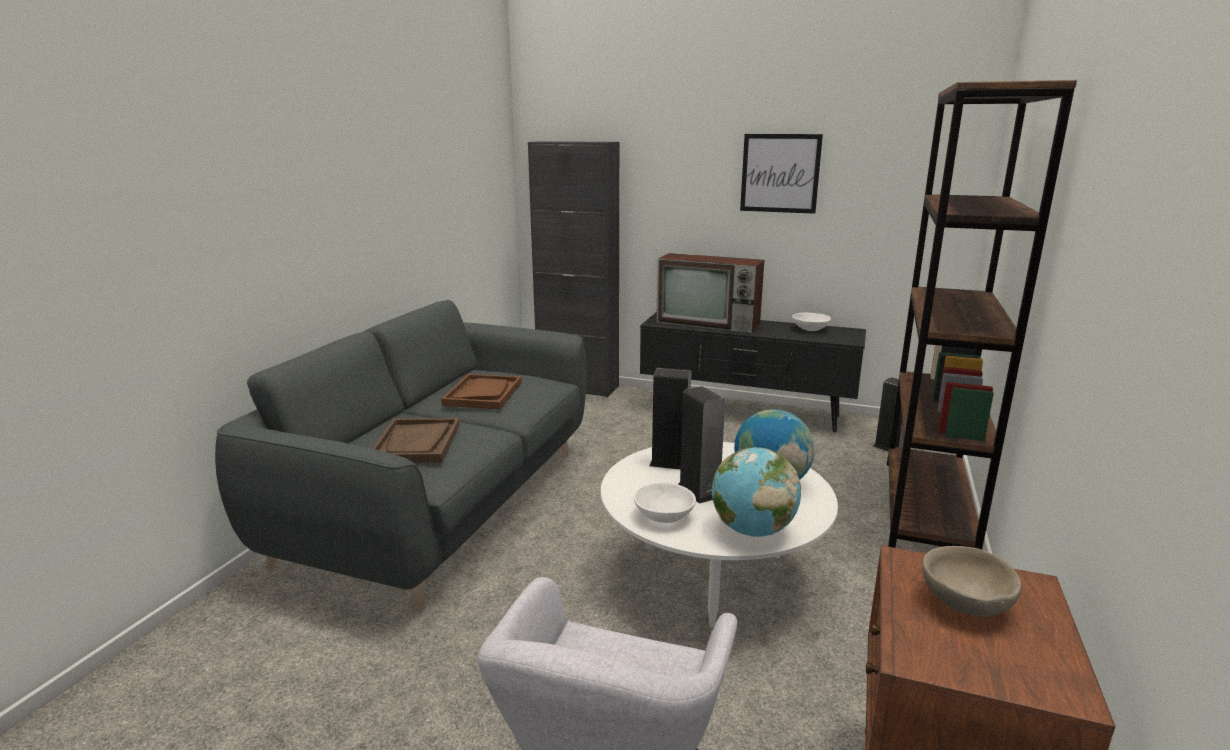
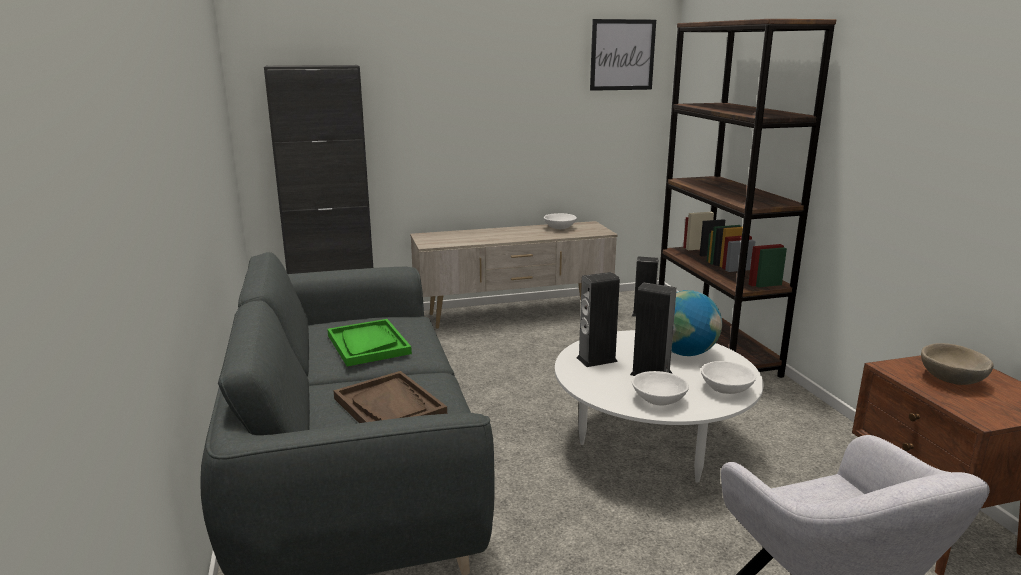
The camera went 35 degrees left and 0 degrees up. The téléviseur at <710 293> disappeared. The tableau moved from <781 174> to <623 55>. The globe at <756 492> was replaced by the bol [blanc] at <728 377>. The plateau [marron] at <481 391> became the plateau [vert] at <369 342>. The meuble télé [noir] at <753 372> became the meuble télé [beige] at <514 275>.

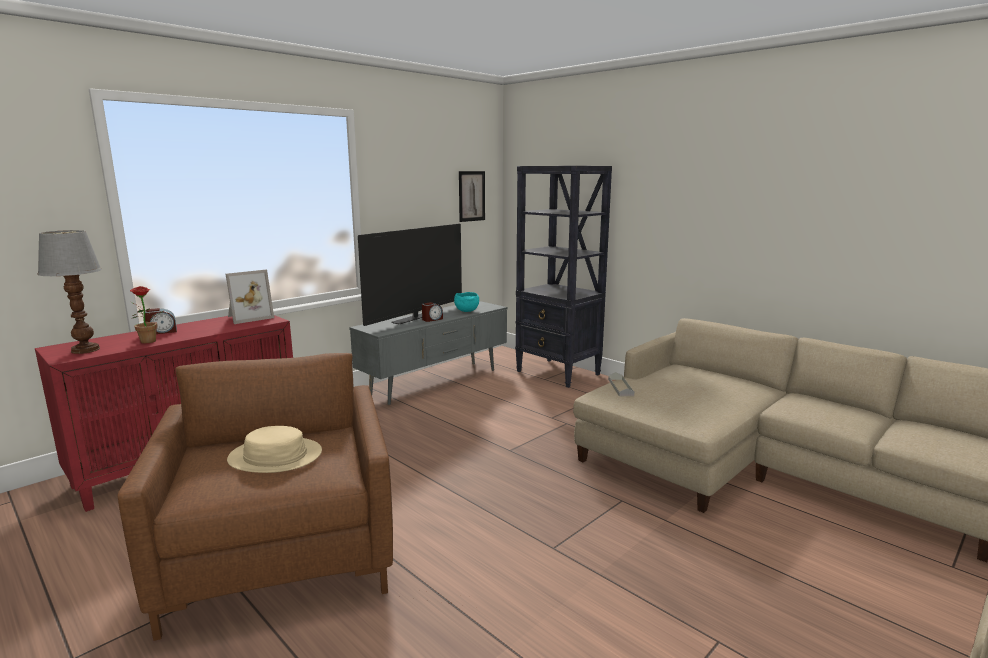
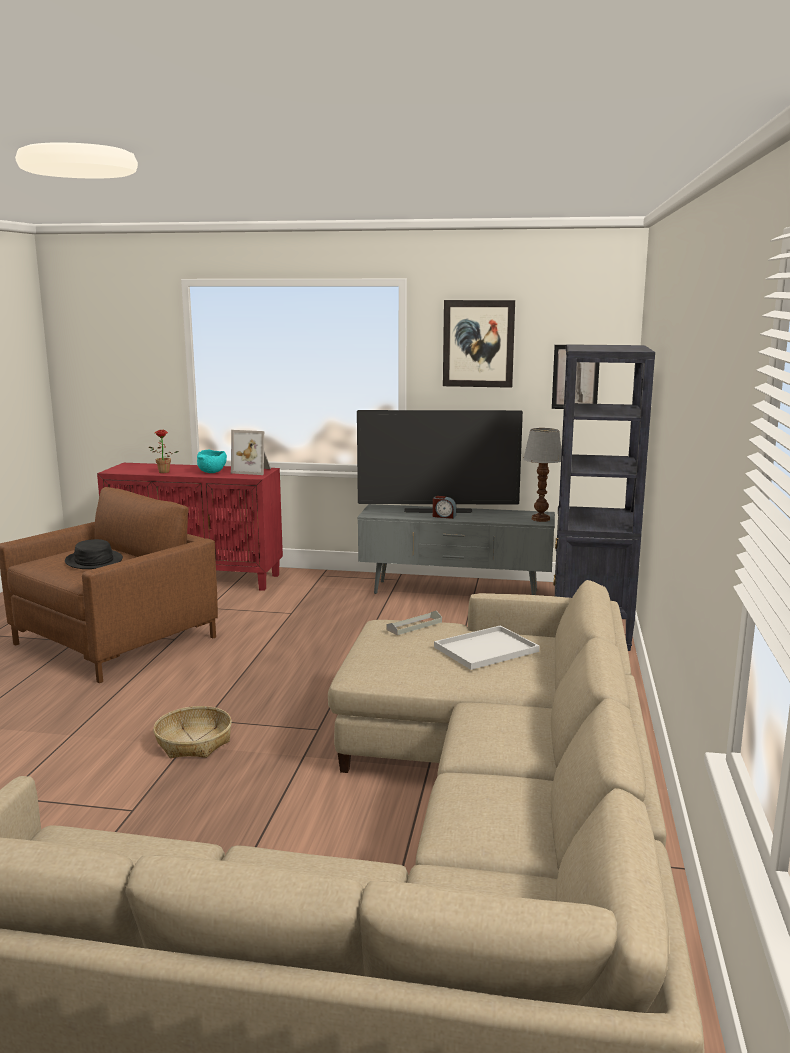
The camera went 55 degrees right and 0 degrees up. The réveil at <161 321> disappeared. The panier at <192 732> appeared. The plateau [blanc] at <487 648> appeared. The tableau at <479 344> appeared. The lampe de table moved from <69 292> to <542 475>. The bol [turquoise] moved from <466 302> to <212 461>. The chapeau [beige] at <274 449> became the chapeau [noir] at <94 554>.

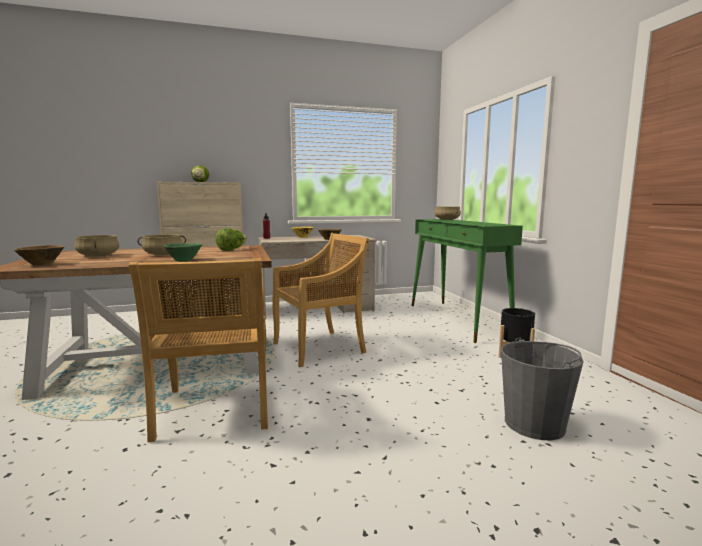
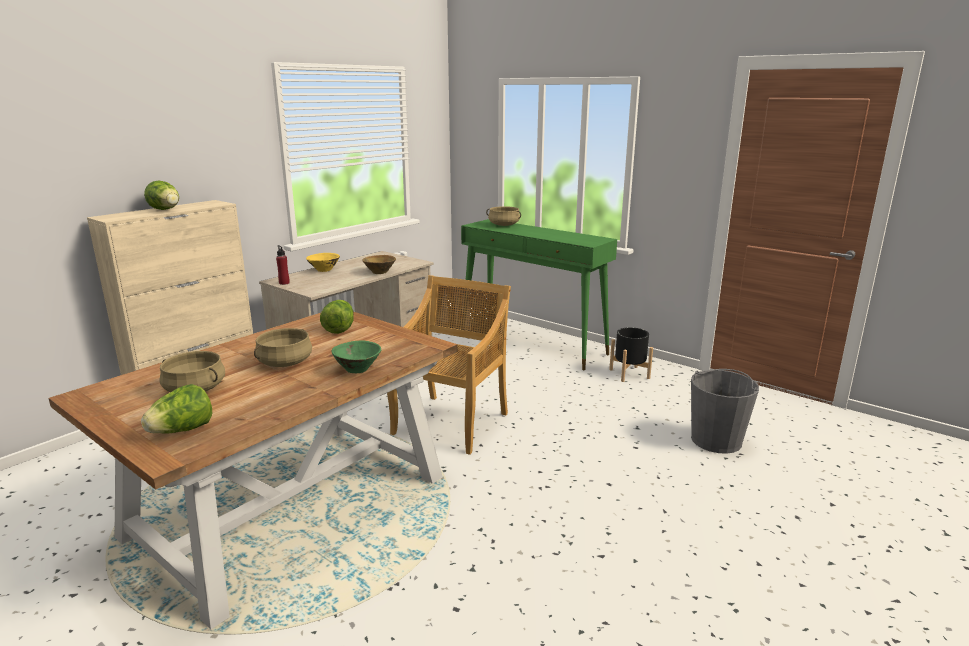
The camera went 35 degrees left and 10 degrees up. The chaise [beige] at <198 350> disappeared. The bol [marron] at <39 255> was replaced by the laitue at <176 409>.

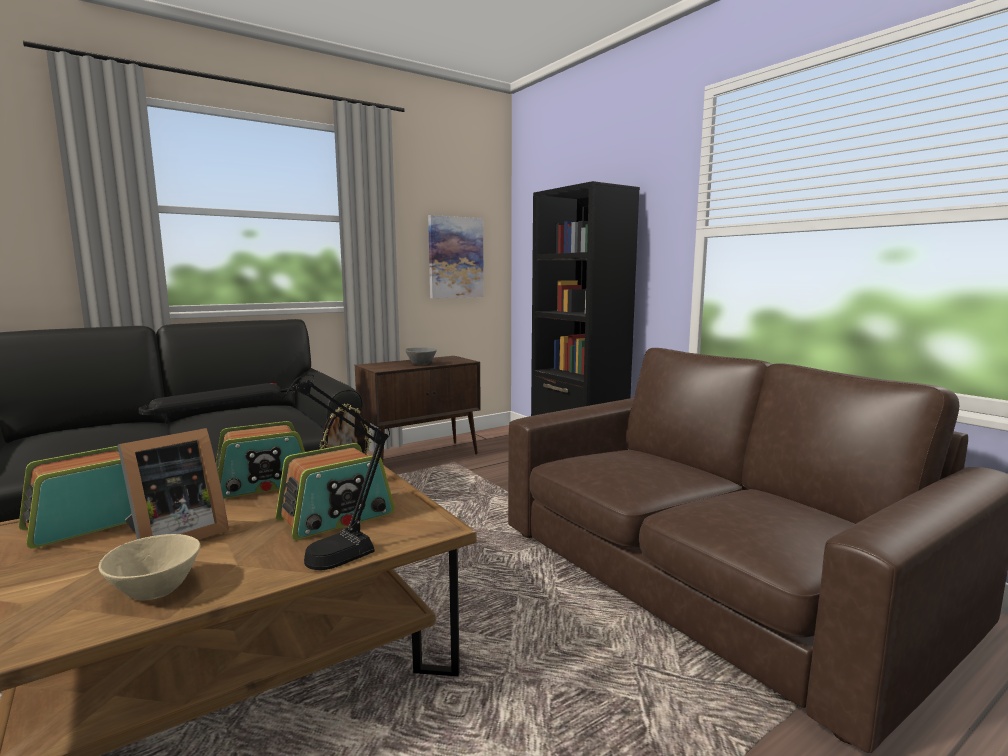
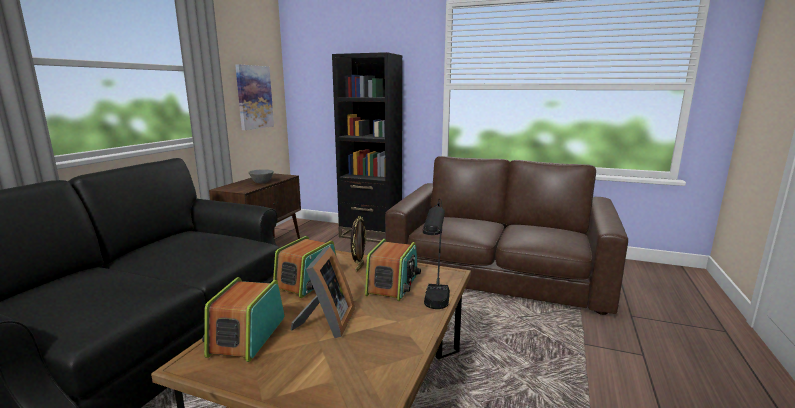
The camera went 35 degrees left and 5 degrees up. The bol [beige] at <149 567> disappeared.

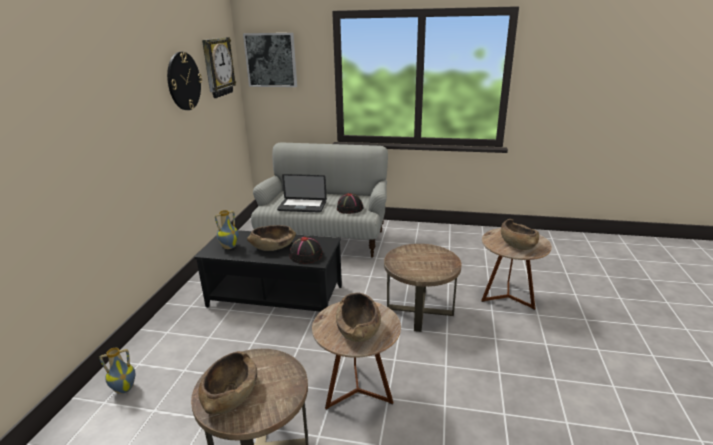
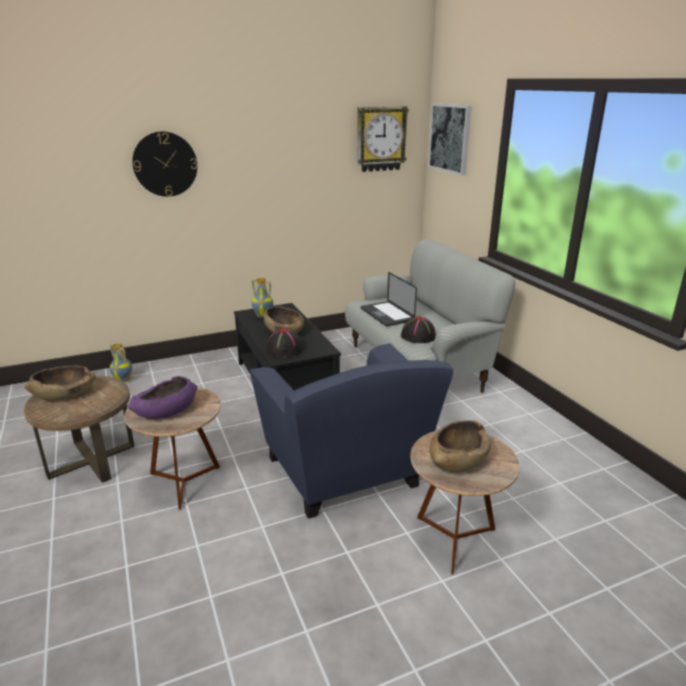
The camera went 55 degrees right and 0 degrees up. The horloge murale moved from <184 81> to <164 164>. The table d'appoint [marron] at <422 288> was replaced by the fauteuil [bleu] at <351 431>. The bol [marron] at <358 317> became the bol [violet] at <162 397>.

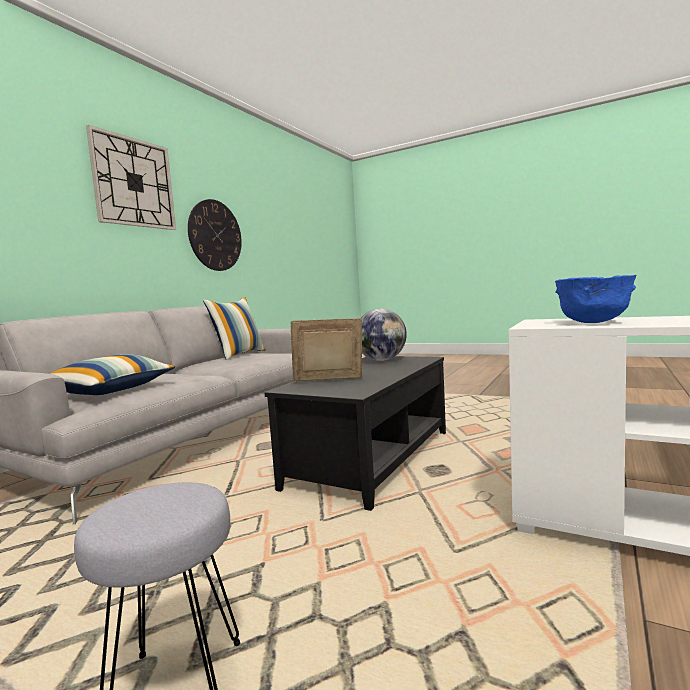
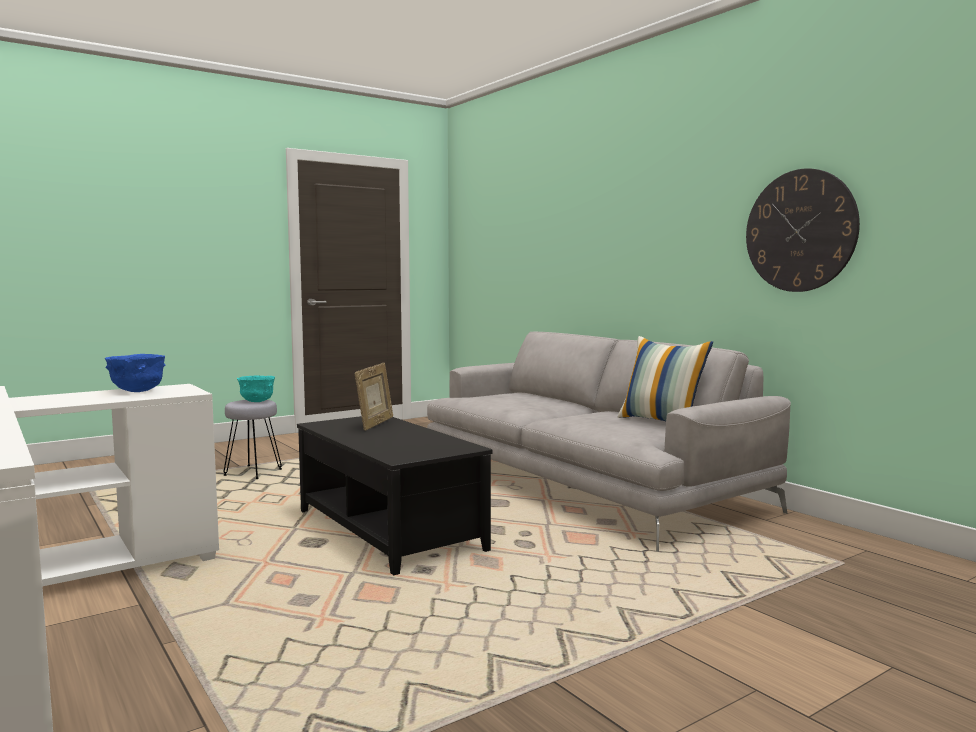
The camera went 115 degrees right and 0 degrees up. The coussin at <112 375> disappeared. The horloge murale at <131 177> disappeared. The globe at <383 334> disappeared. The bol [turquoise] at <256 389> appeared.

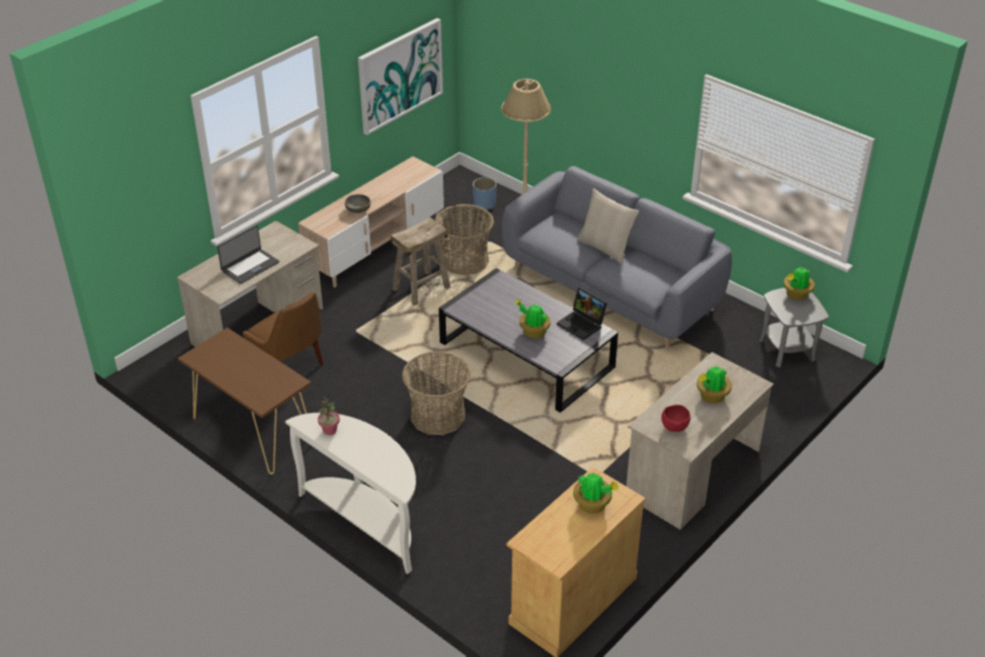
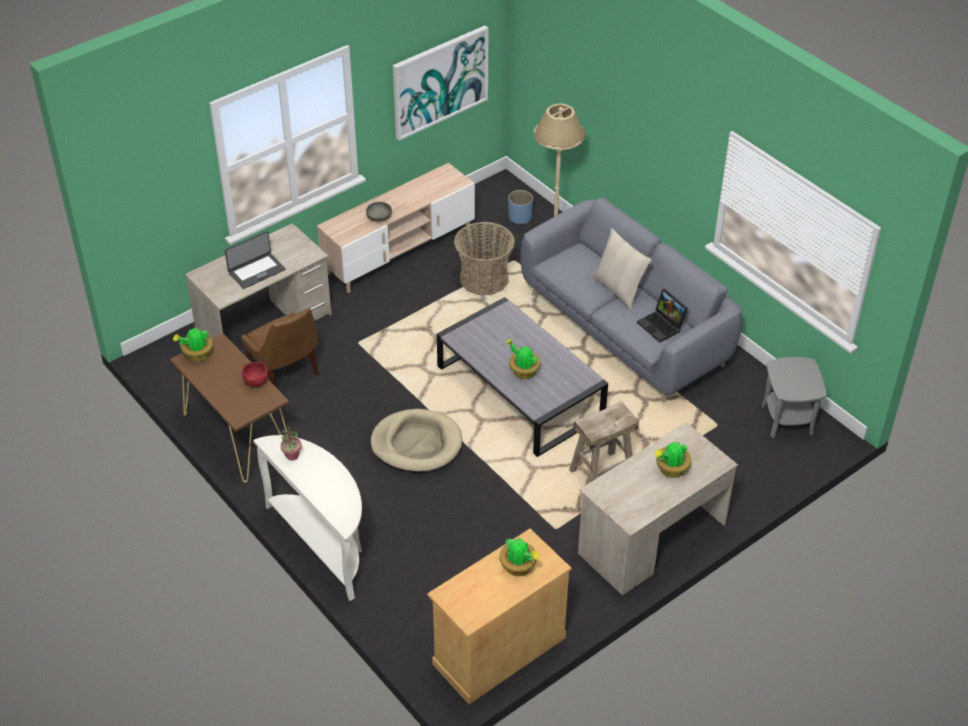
The camera went 10 degrees right and 5 degrees up. The tabouret [beige] moved from <420 261> to <604 442>. The ordinateur portable moved from <582 313> to <662 315>. The bol [rouge] moved from <675 418> to <255 374>. The plante en pot moved from <799 283> to <193 344>. The panier at <436 393> was replaced by the panier pour chien [beige] at <416 441>.

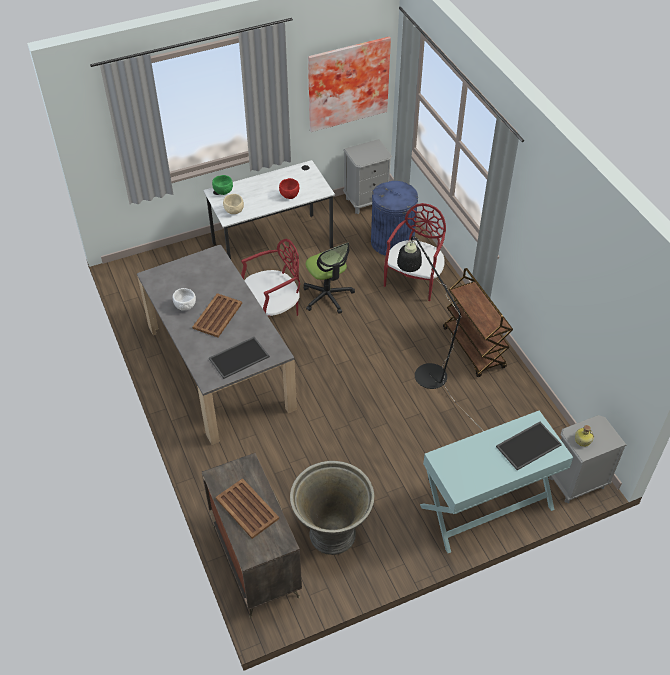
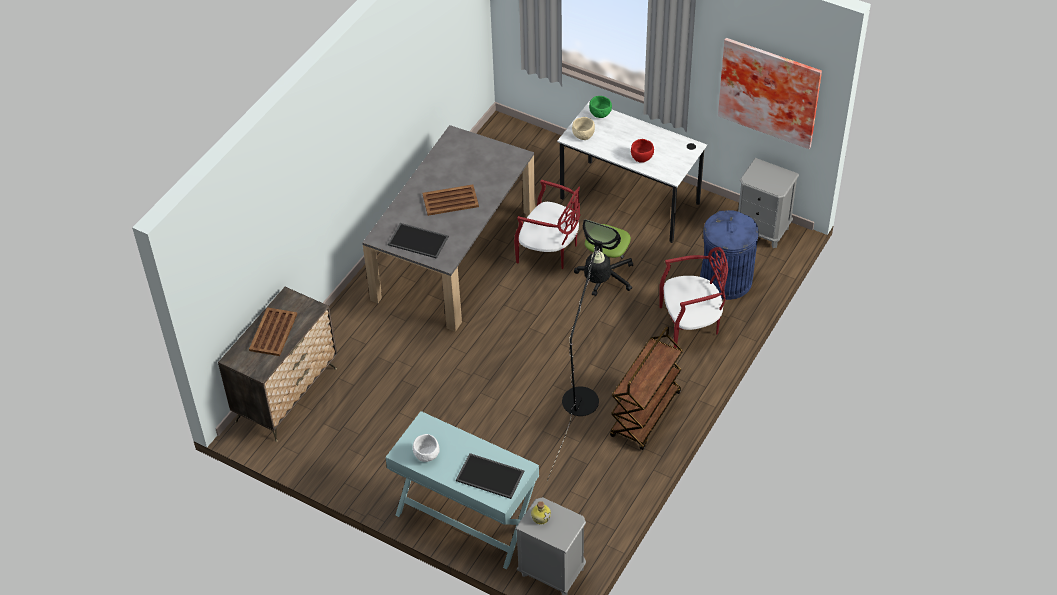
The camera went 55 degrees right and 0 degrees up. The cache-pot [gris] at <332 508> disappeared. The bol [blanc] moved from <184 299> to <426 448>.

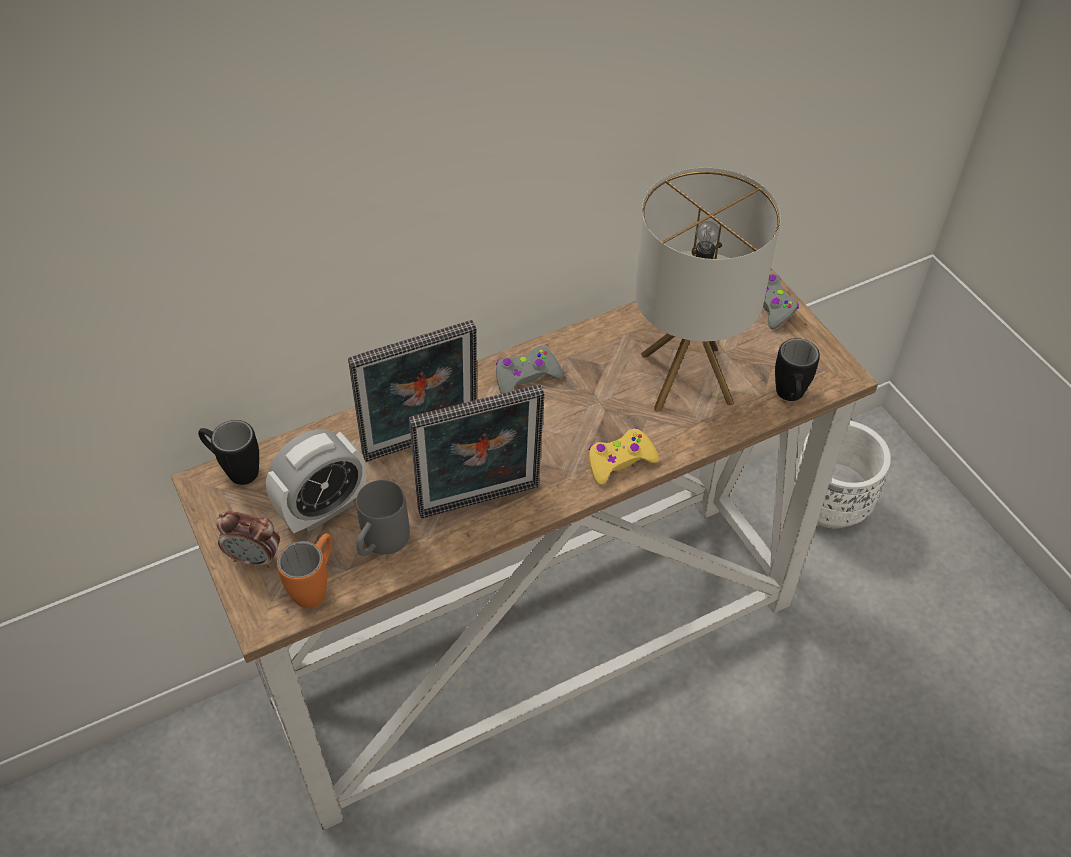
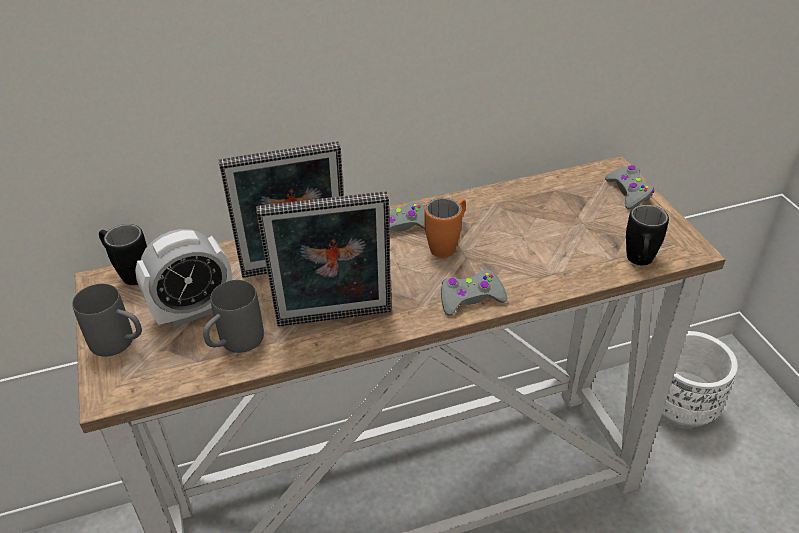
The camera went 10 degrees right and 10 degrees down. The lampe de table at <708 290> disappeared. The mug [orange] moved from <304 570> to <445 228>. The réveil at <248 539> was replaced by the mug [gris] at <107 320>. The manette [jaune] at <624 456> became the manette [gris] at <474 292>.

